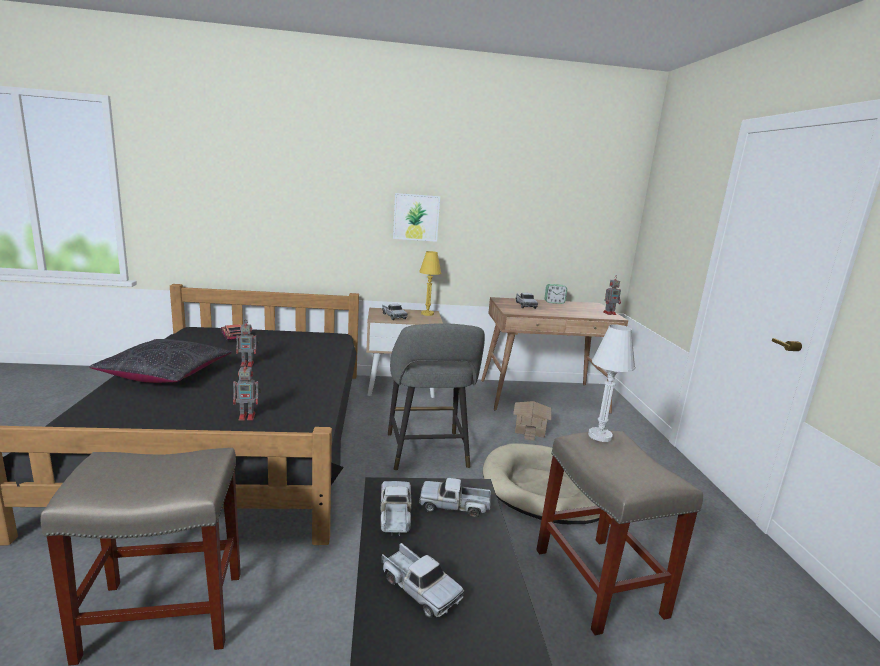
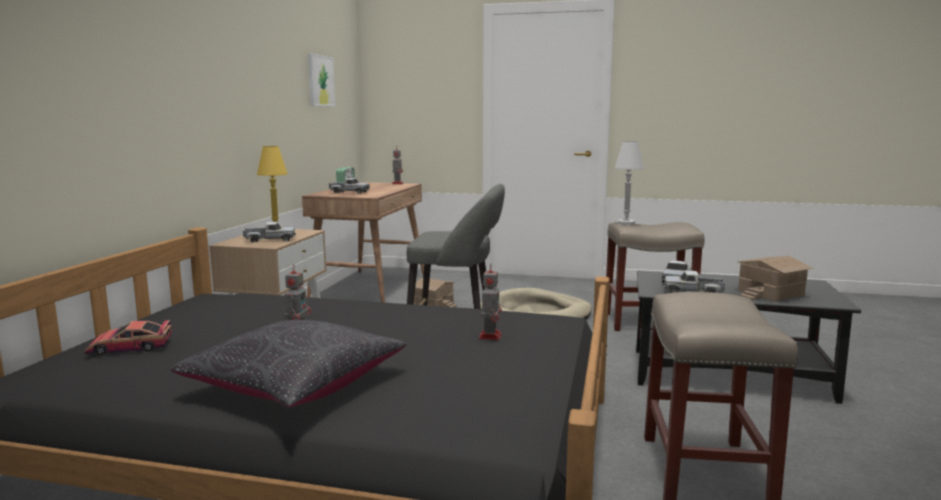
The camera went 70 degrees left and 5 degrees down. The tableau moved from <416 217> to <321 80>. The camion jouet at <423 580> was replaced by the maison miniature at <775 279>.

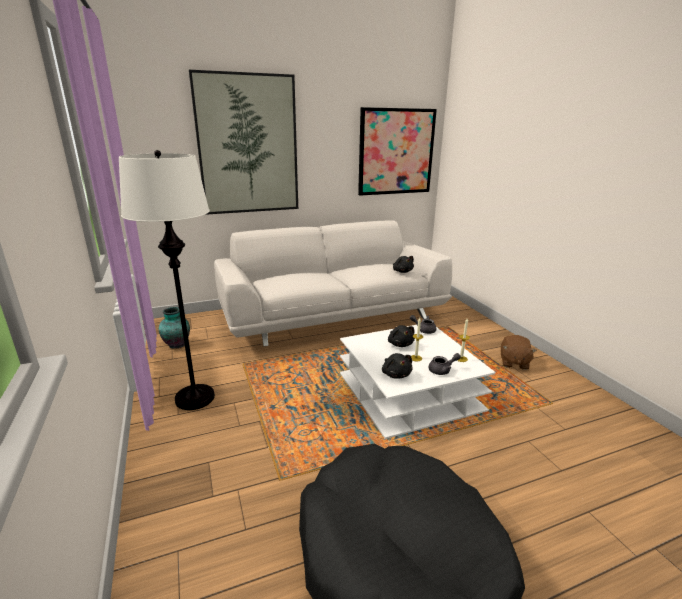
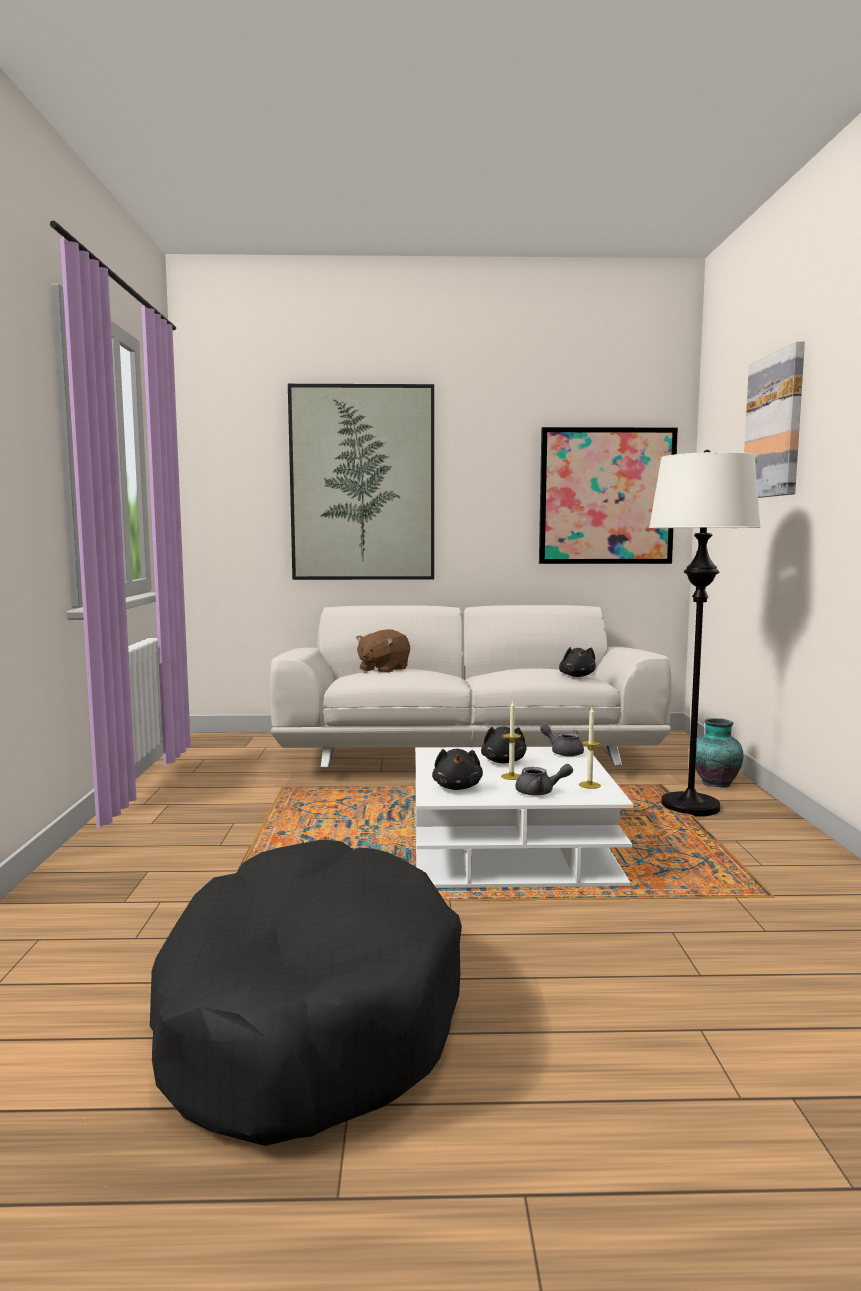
The camera went 20 degrees right and 15 degrees down. The tableau at <774 419> appeared. The lampadaire [blanc] moved from <167 280> to <705 633>. The vase moved from <174 327> to <719 752>. The peluche [marron] moved from <519 352> to <383 651>.

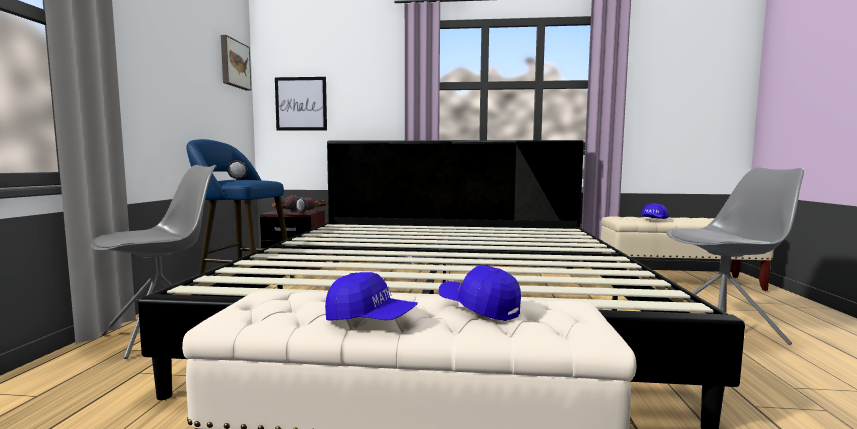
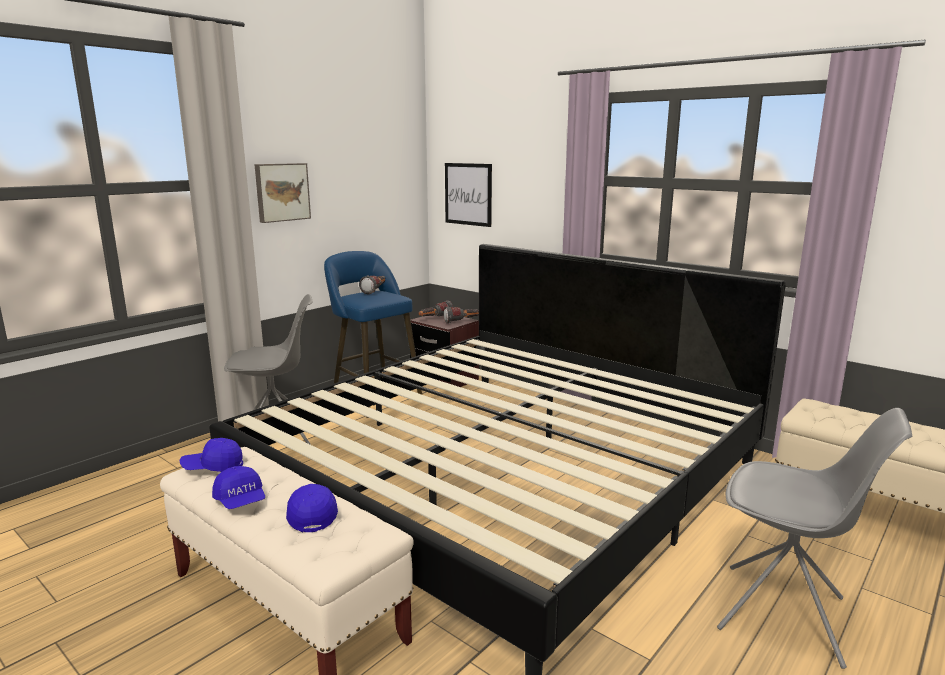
The camera went 35 degrees right and 10 degrees up. The tableau moved from <236 63> to <282 193>. The casquette [bleu] moved from <653 211> to <211 455>.

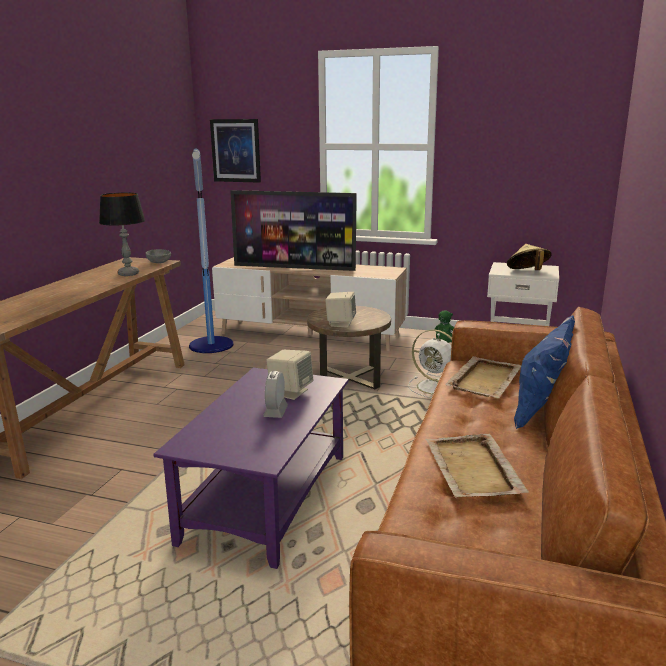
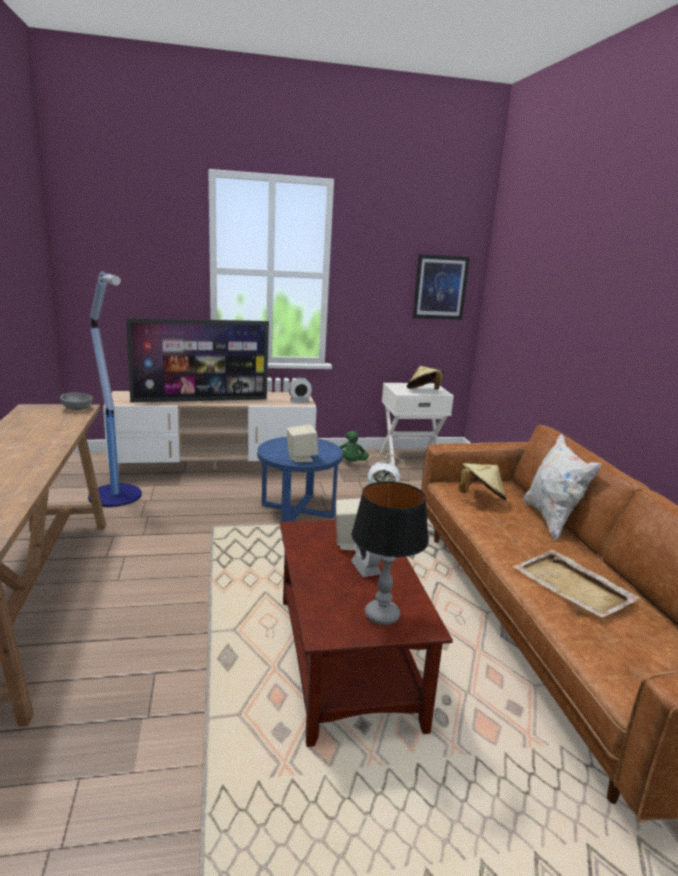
The camera went 30 degrees left and 0 degrees up. The réveil at <300 391> appeared. The lampe de table moved from <122 234> to <390 553>. The tableau moved from <235 151> to <441 287>. The plateau [beige] at <483 377> was replaced by the chapeau [beige] at <483 481>. The table basse [violet] at <251 468> became the table basse [marron] at <366 633>. The table d'appoint [marron] at <349 347> became the table d'appoint [bleu] at <300 479>. The coussin [bleu] at <544 371> became the coussin [blanc] at <562 487>.

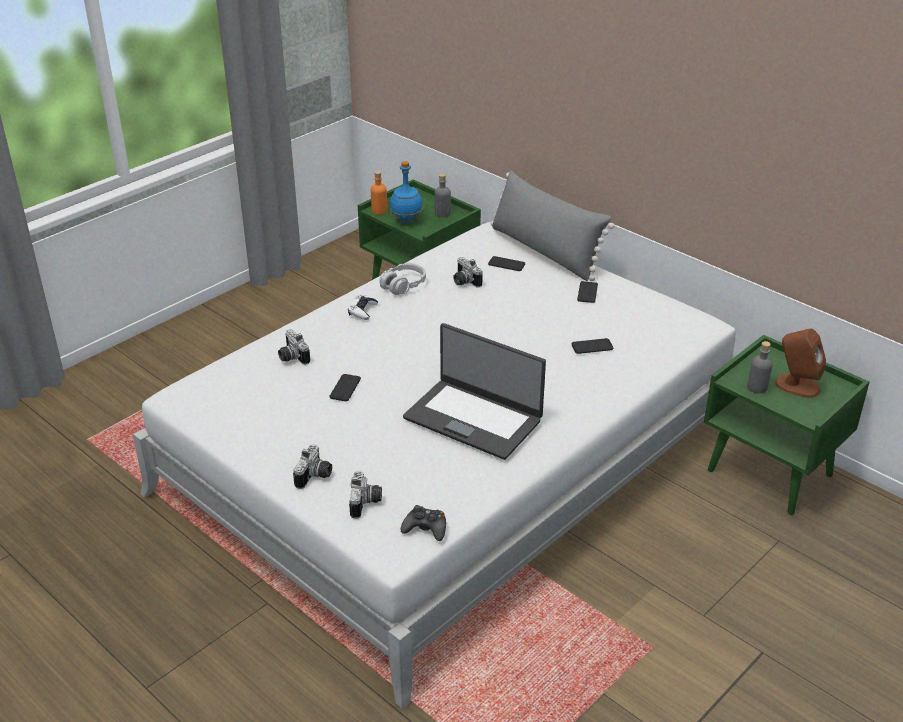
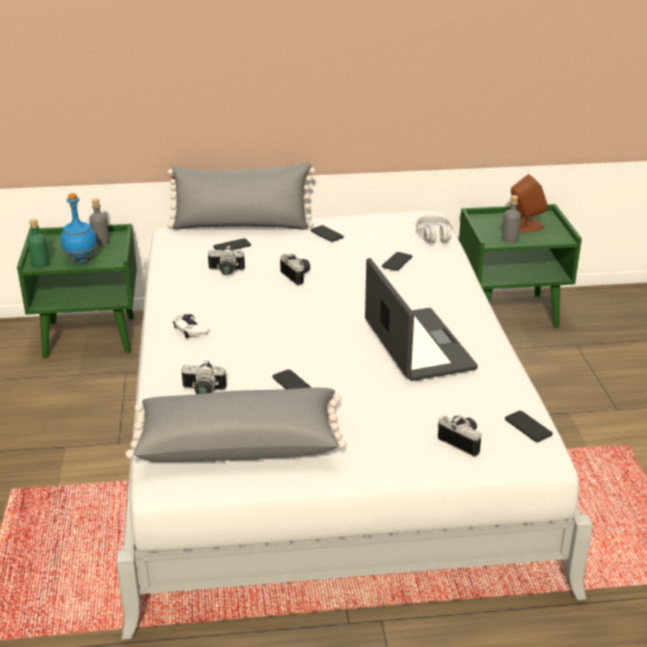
The camera went 50 degrees left and 5 degrees down. The coussin [gris] at <236 425> appeared. The appareil photo moved from <312 466> to <295 270>. The casque audio [gris] moved from <402 279> to <434 229>. The manette [noir] at <423 523> was replaced by the téléphone at <529 426>. The bouteille [orange] at <379 193> became the bouteille [vert] at <38 243>. The ordinateur portable at <474 391> turned 90 degrees counterclockwise.

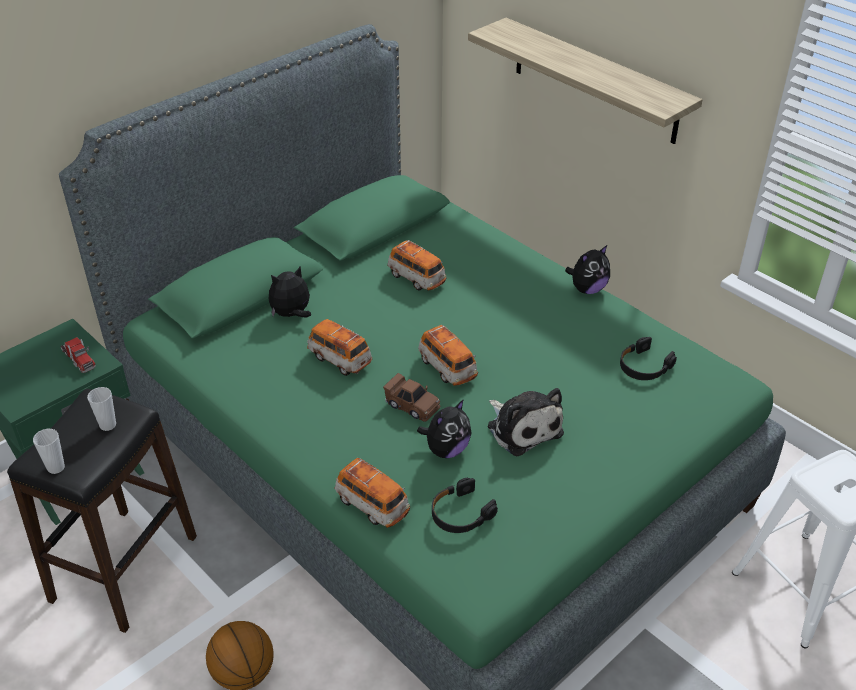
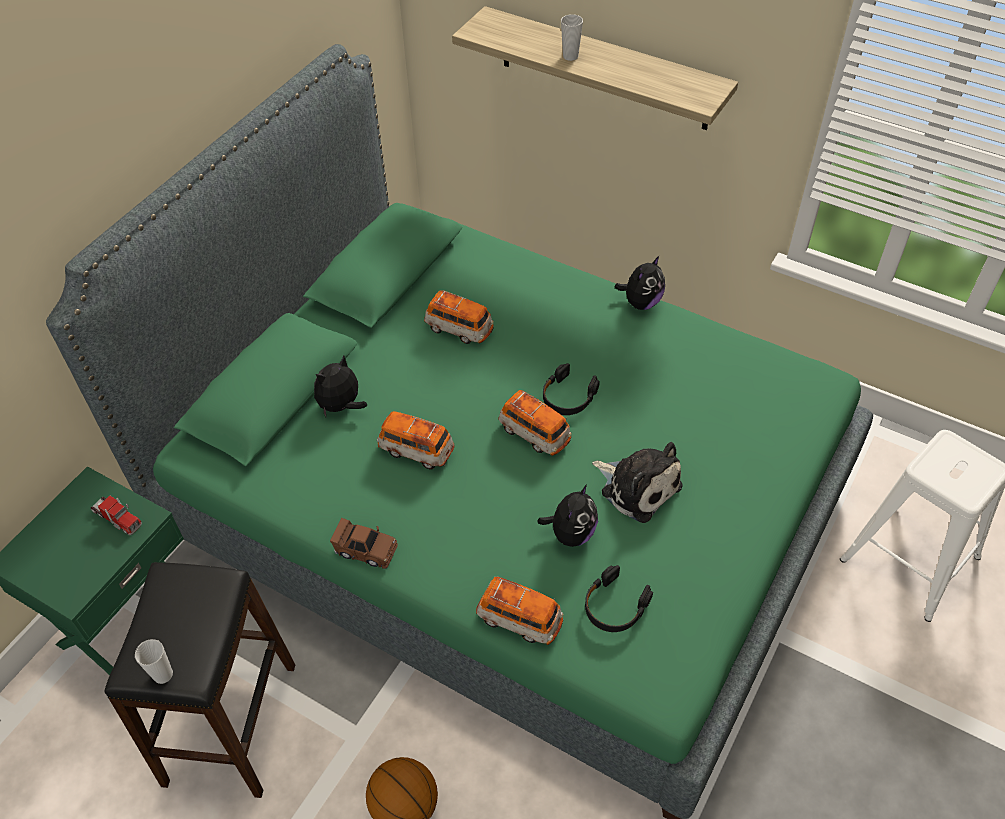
The camera went 15 degrees left and 10 degrees up. The tasse moved from <101 409> to <572 37>. The petite voiture [marron] moved from <411 397> to <364 543>. The casque audio [noir] moved from <648 358> to <571 389>.

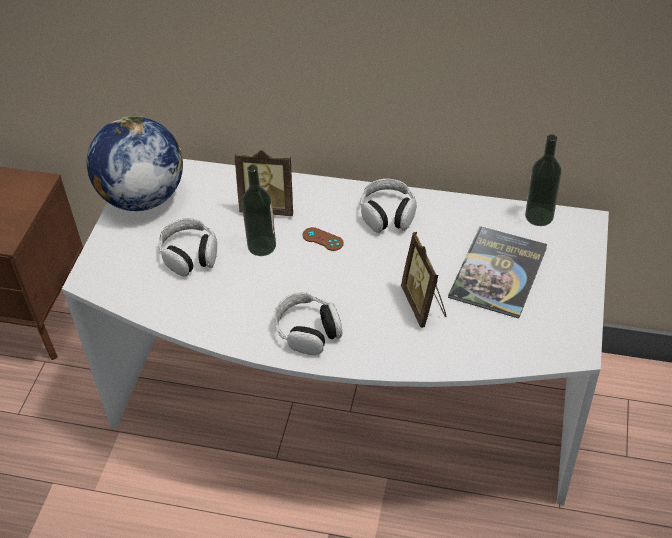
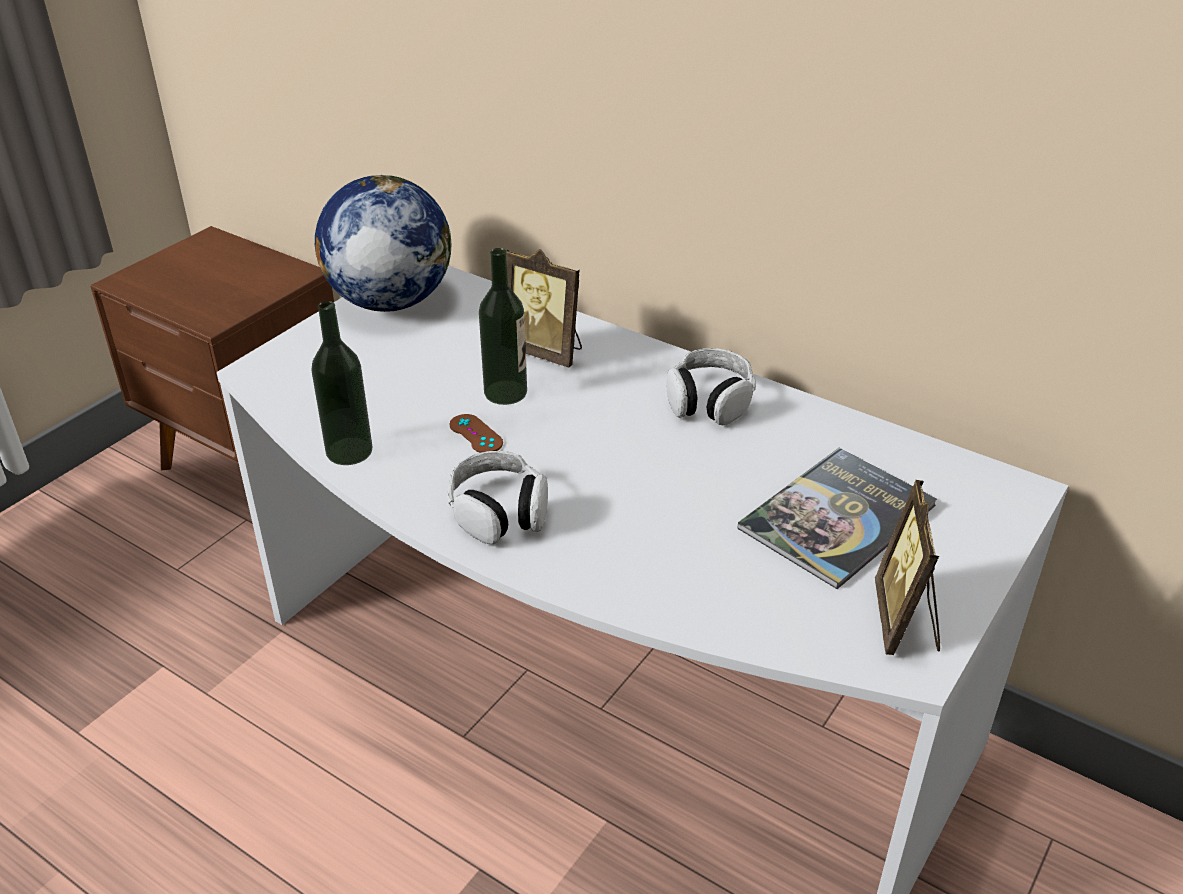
The camera went 20 degrees right and 10 degrees down. The casque audio at <187 247> disappeared. The manette [marron] moved from <323 239> to <476 433>. The cadre photo moved from <424 280> to <907 567>. The bouteille moved from <543 180> to <342 383>.

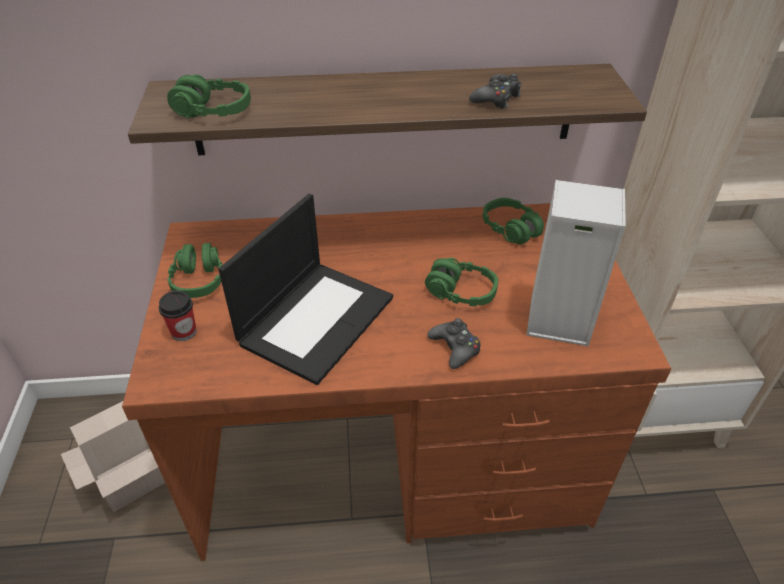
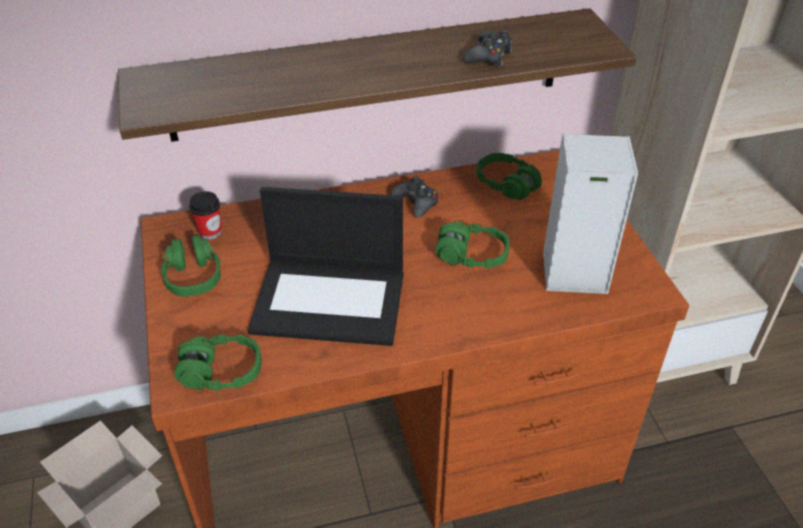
The camera went 10 degrees left and 0 degrees up. The tasse moved from <178 315> to <205 215>. The casque audio [vert] moved from <209 96> to <218 362>. The manette [noir] moved from <454 343> to <414 197>. The ordinateur portable at <306 289> turned 75 degrees clockwise.

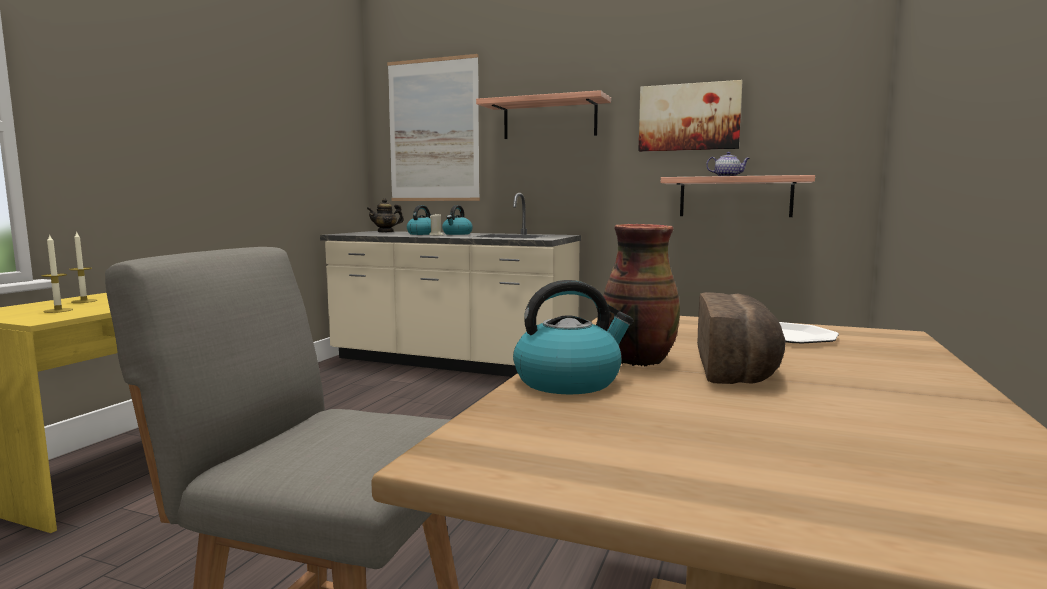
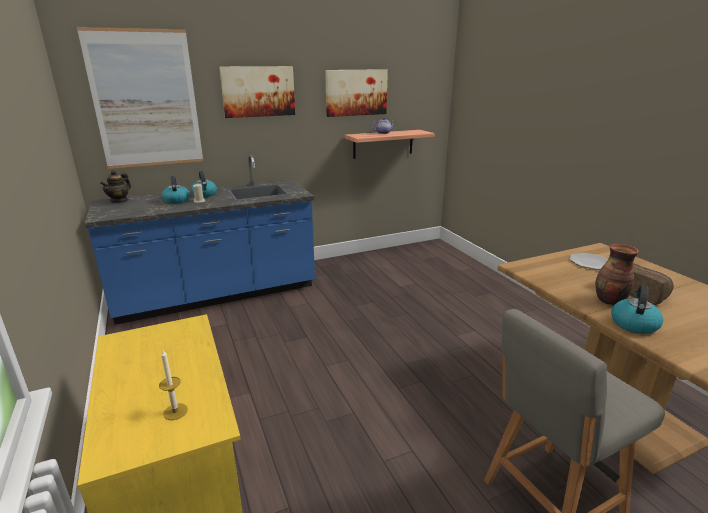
The camera went 45 degrees left and 15 degrees up. The bougie at <83 267> disappeared. The étagère at <543 114> was replaced by the tableau at <257 92>. The comptoir de cuisine [beige] at <450 285> became the comptoir de cuisine [bleu] at <199 240>.

